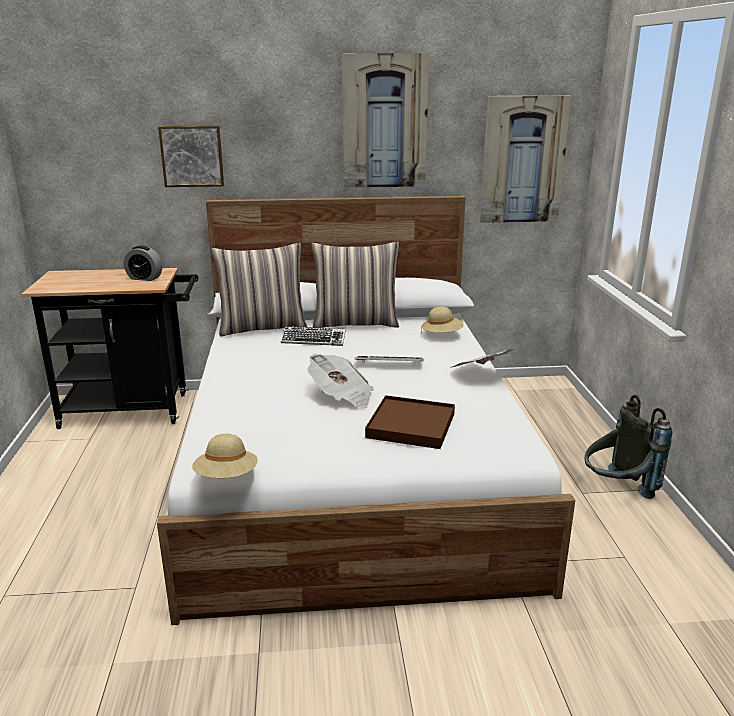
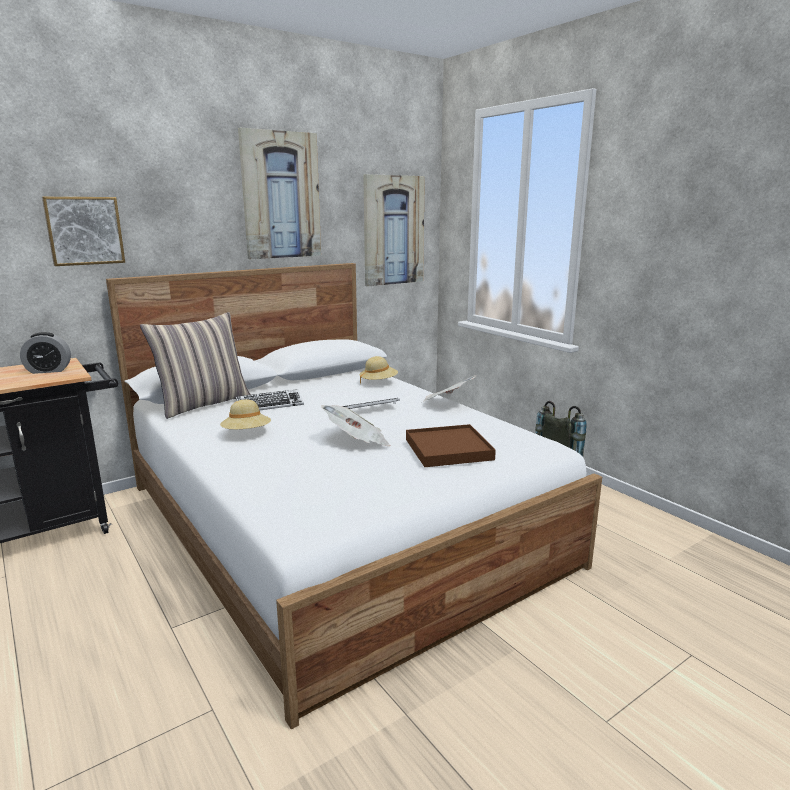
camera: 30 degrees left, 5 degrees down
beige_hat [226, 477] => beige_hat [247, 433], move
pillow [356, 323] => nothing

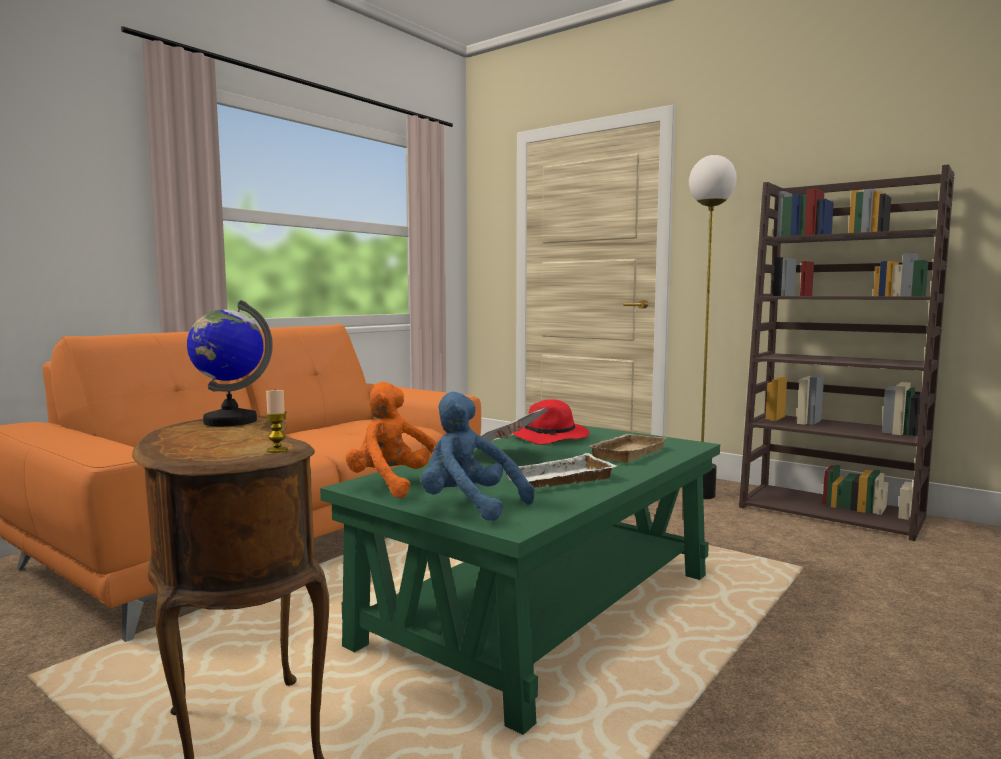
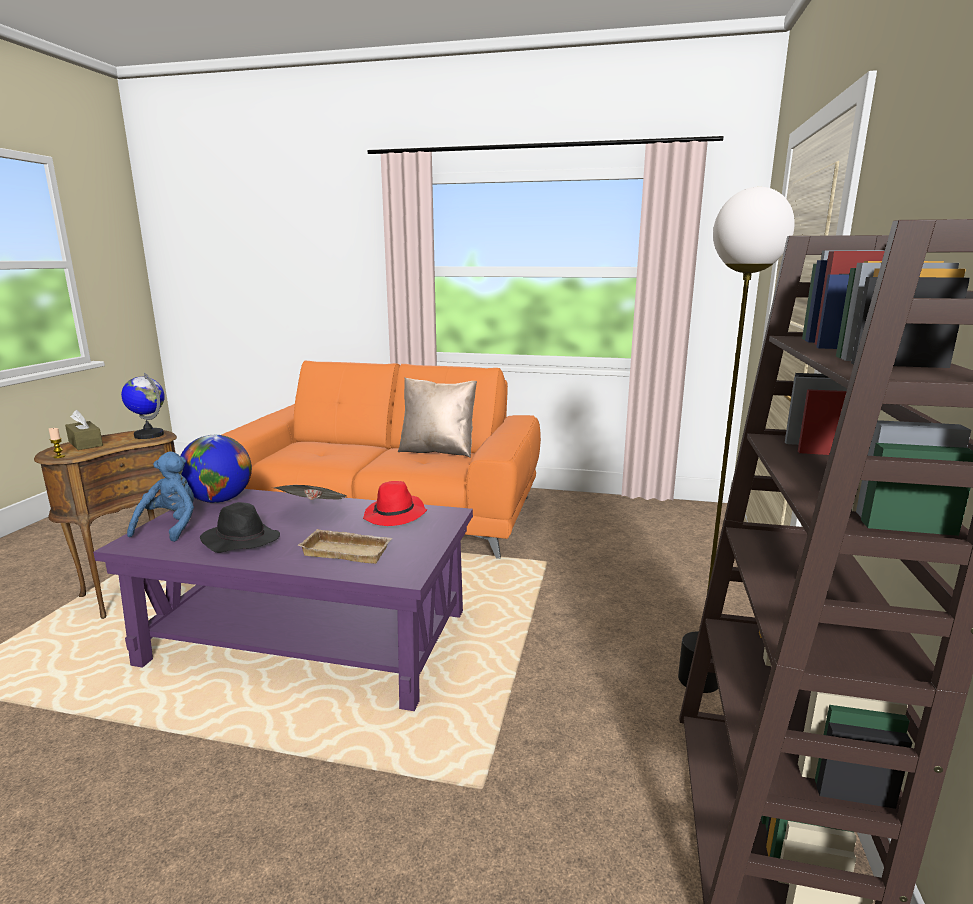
camera: 65 degrees right, 10 degrees up
green_coffee_table [544, 608] => purple_coffee_table [310, 637]
orange_plush_toy [395, 485] => globe [219, 500]
white_tray [560, 480] => black_hat [240, 541]
nothing => brown_tissue_box [85, 443]
nothing => beige_pillow [438, 451]

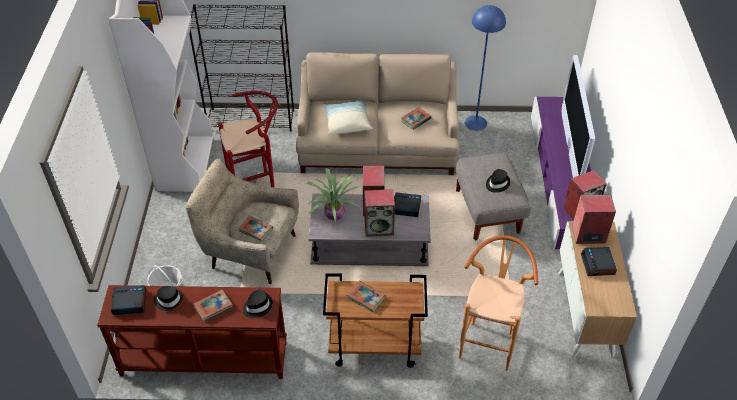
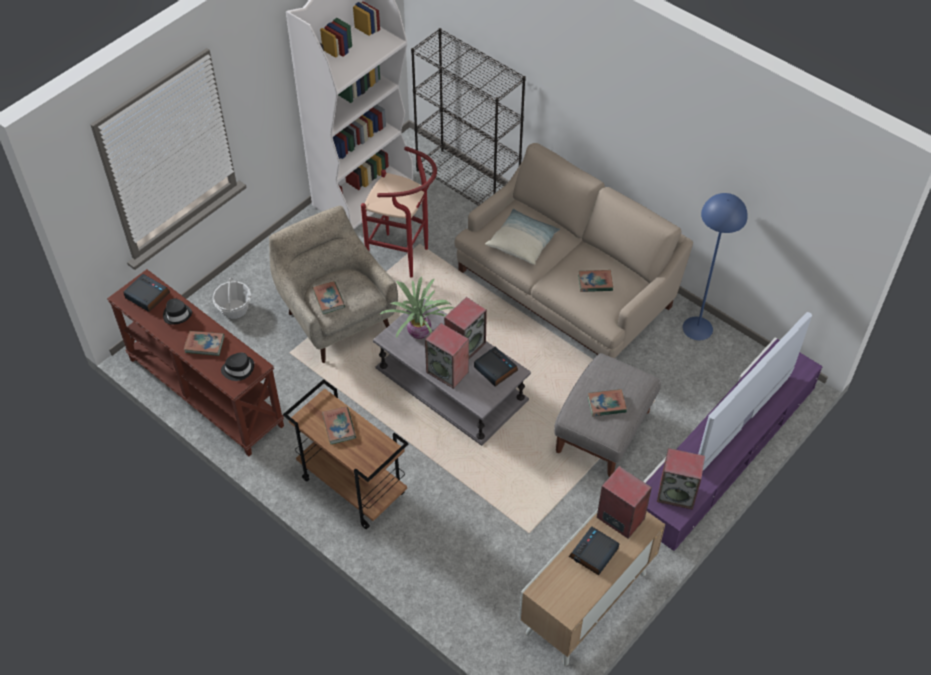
camera: 40 degrees right, 5 degrees up
brown_stool [488, 341] => nothing
black_hat [497, 183] => book [606, 404]

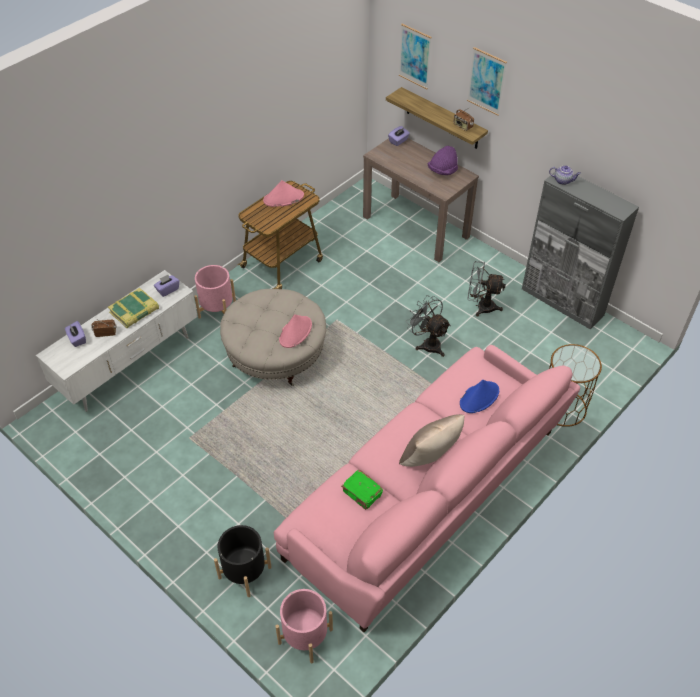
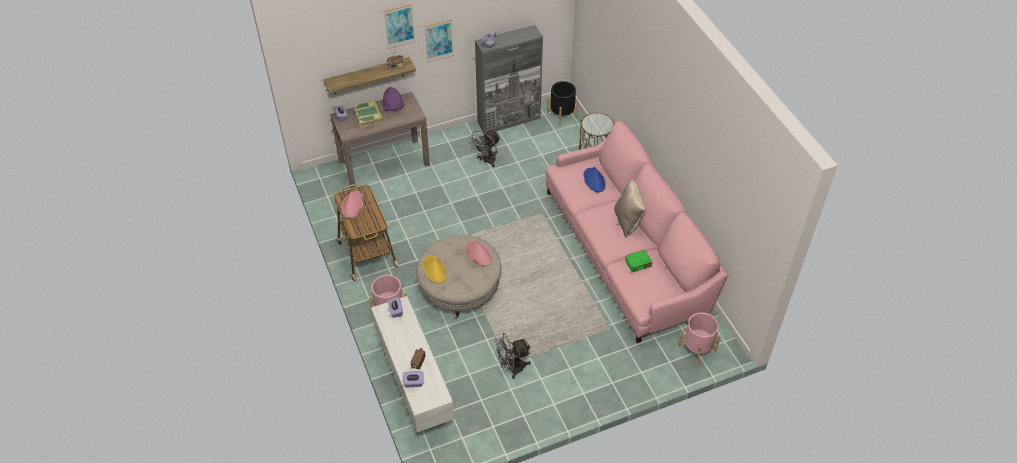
camera: 65 degrees left, 0 degrees up
book [134, 311] => book [369, 116], move
black_planter [245, 572] => black_planter [562, 114], move
picture [415, 56] => picture [438, 40], move
grey_fan [427, 343] => grey_fan [511, 368], move
nothing => yellow_hat [434, 270]

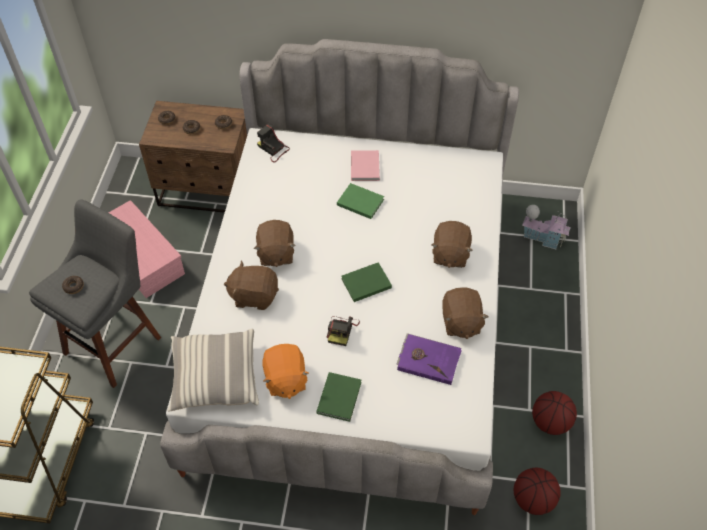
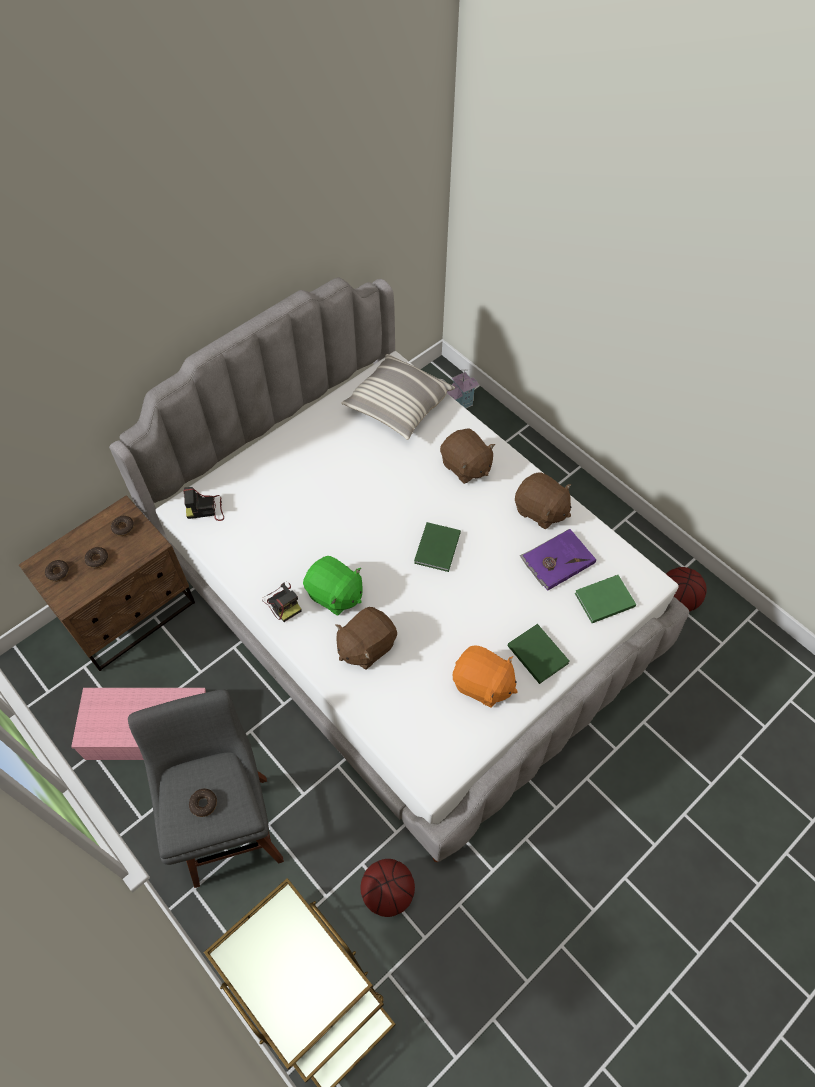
camera: 50 degrees left, 5 degrees up
pillow [215, 378] => pillow [398, 406], move
brown_plush_toy [275, 253] => green_plush_toy [334, 594]
photo_camera [342, 330] => photo_camera [282, 602], move
green_book [359, 201] => green_book [602, 600], move
pink_book [364, 168] => nothing
basketball [550, 422] => basketball [388, 892], move

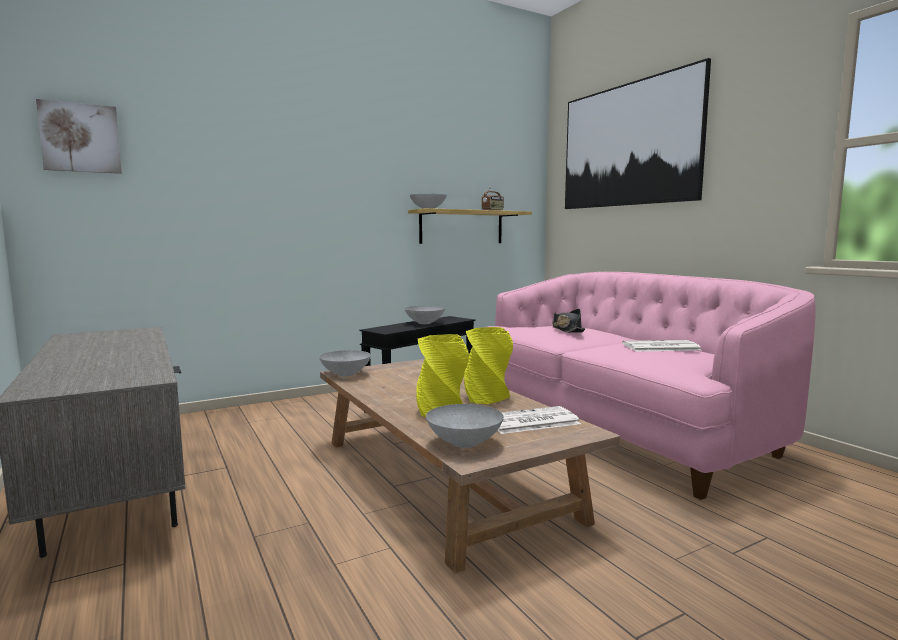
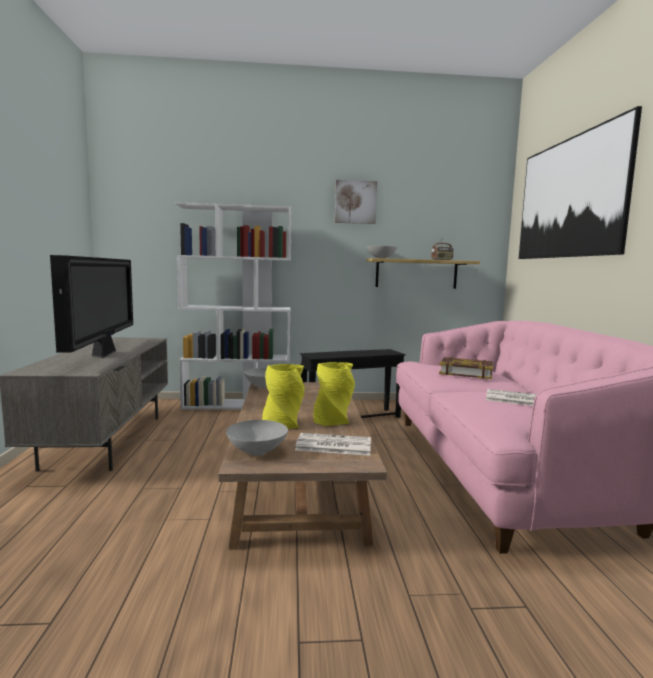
camera: 25 degrees right, 0 degrees up
picture [81, 138] => picture [355, 202], move
grey_bowl [424, 323] => nothing
black_hat [567, 330] => book [466, 372]
nothing => television [104, 353]
nothing => white_bookcase [237, 404]

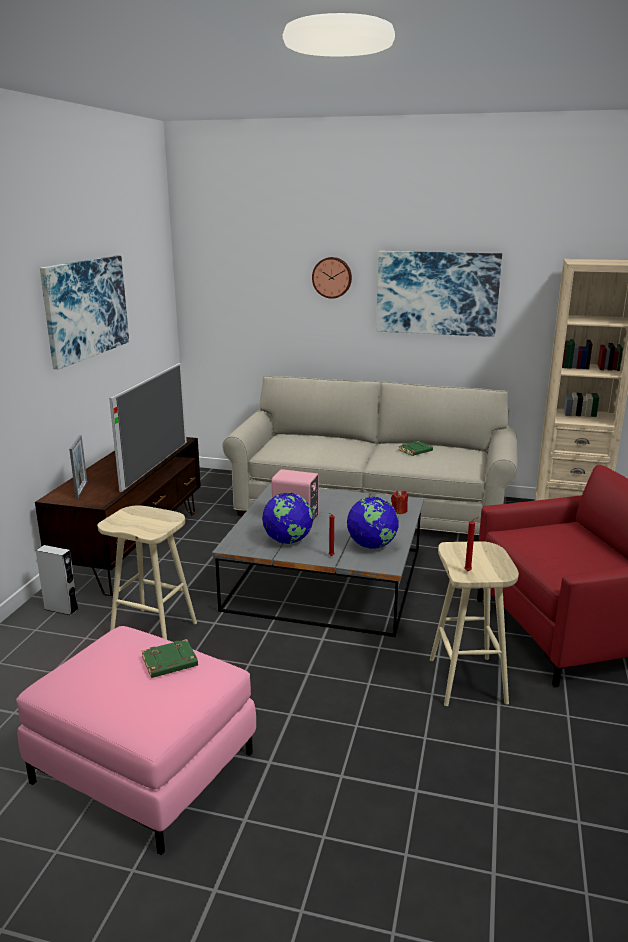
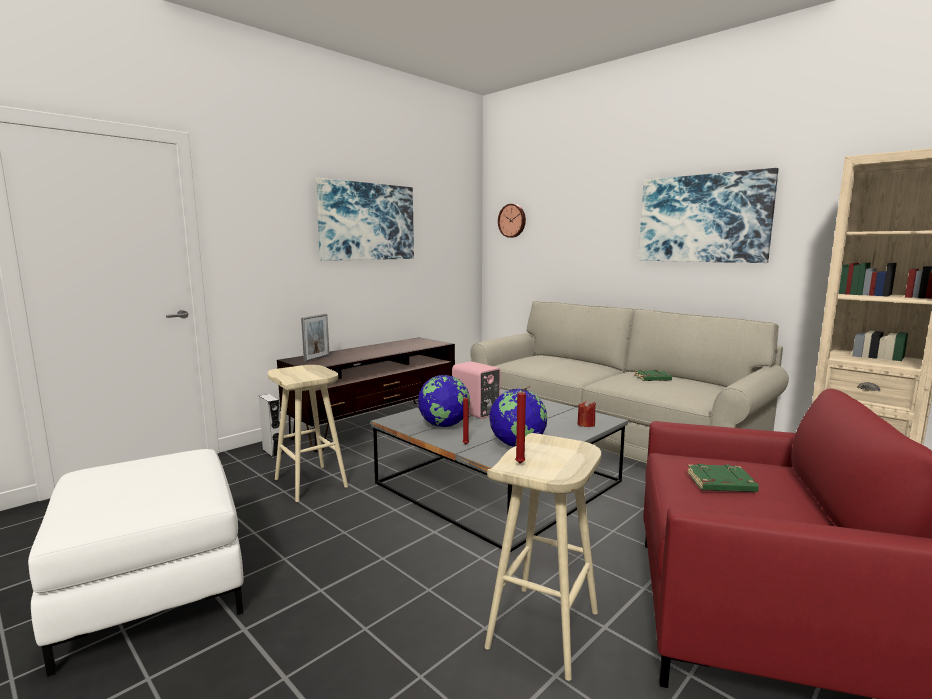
camera: 30 degrees right, 10 degrees down
pink_ottoman [143, 767] => white_ottoman [152, 588]
television [156, 464] => nothing
green_book [169, 663] => green_book [720, 484], move
wall_clock [332, 277] => wall_clock [512, 220], move

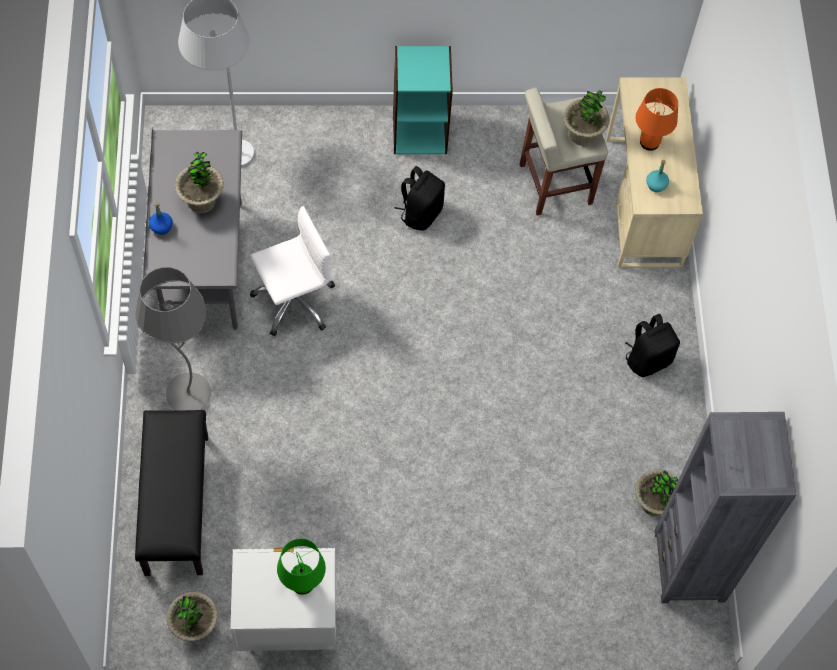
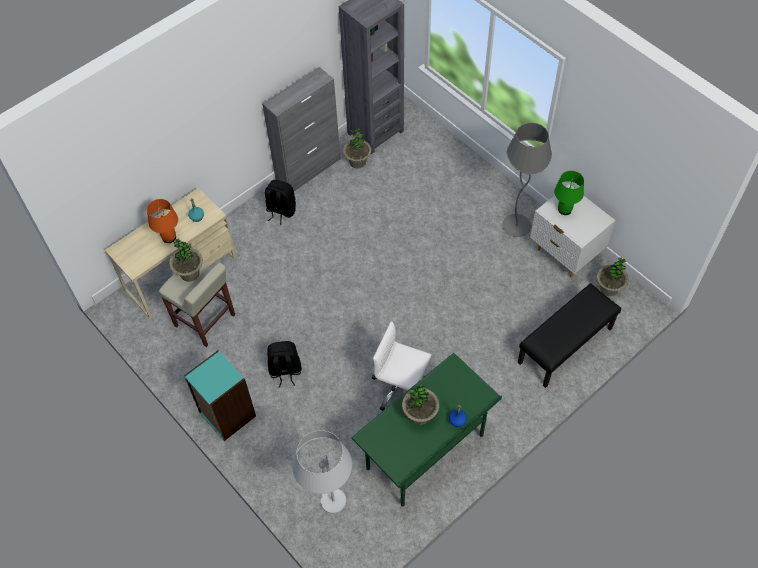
camera: 125 degrees left, 5 degrees down
grey_floor_lamp [188, 394] => grey_floor_lamp [516, 226], move
grey_desk [203, 265] => green_desk [425, 453]
nothing => grey_cabinet [309, 170]

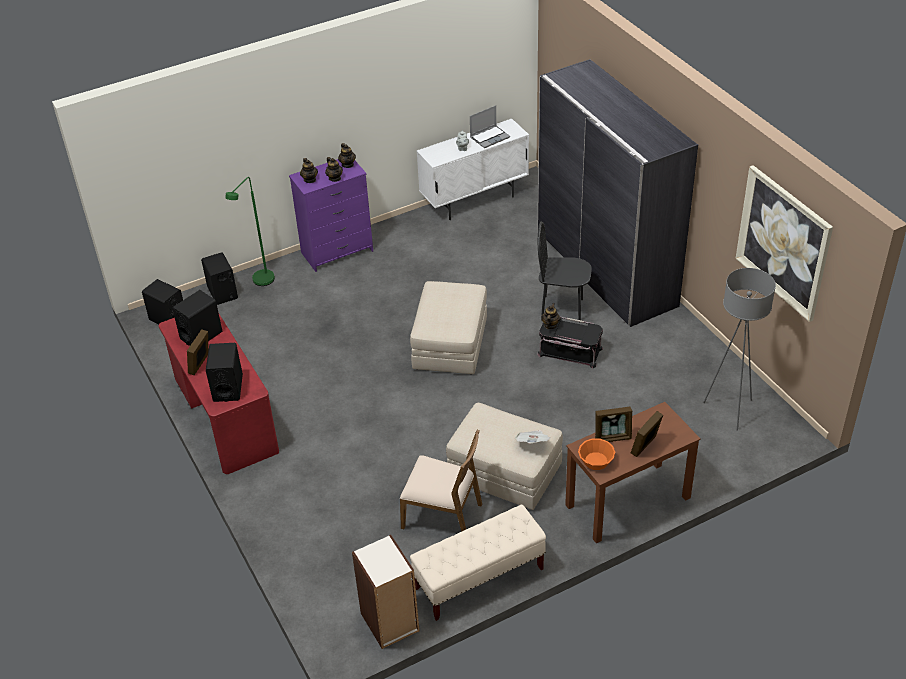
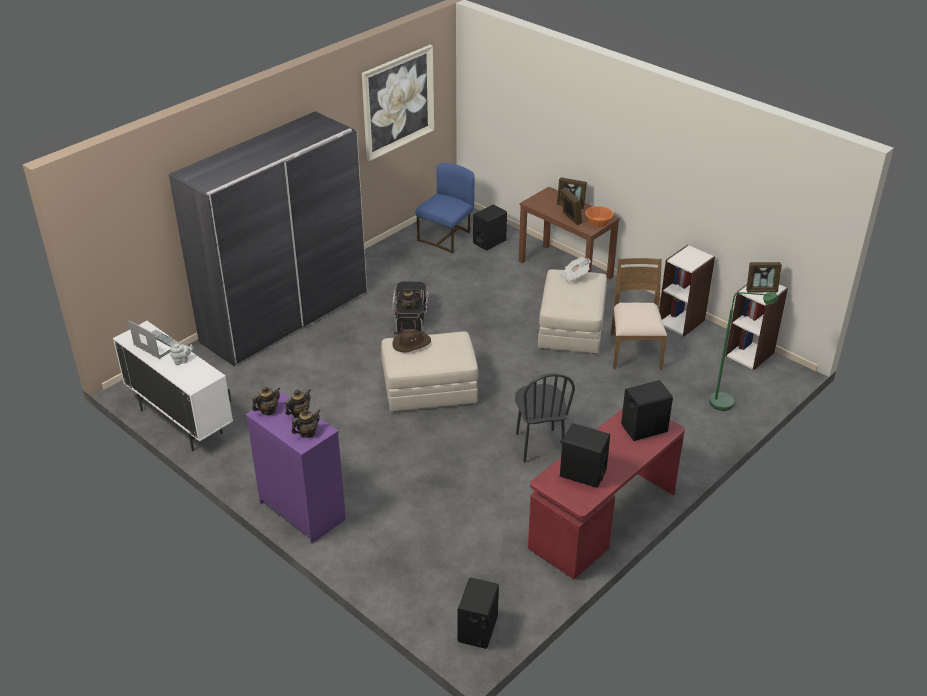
camera: 110 degrees left, 5 degrees down
picture_frame [200, 364] => picture_frame [761, 290], move
black_speaker [222, 293] => black_speaker [489, 241], move
green_floor_lamp [260, 283] => green_floor_lamp [728, 403], move
beige_bench [479, 579] => bookcase [681, 321]
black_chair [562, 309] => black_chair [539, 445], move
grey_floor_lamp [730, 410] => blue_chair [447, 237]
nothing => brown_hat [411, 343]

